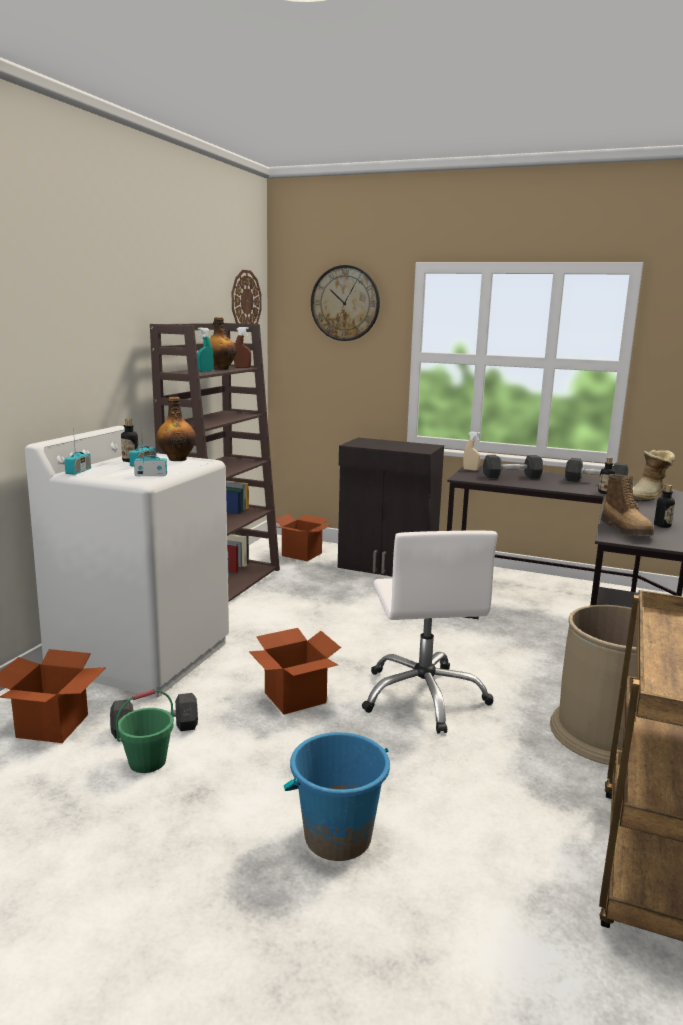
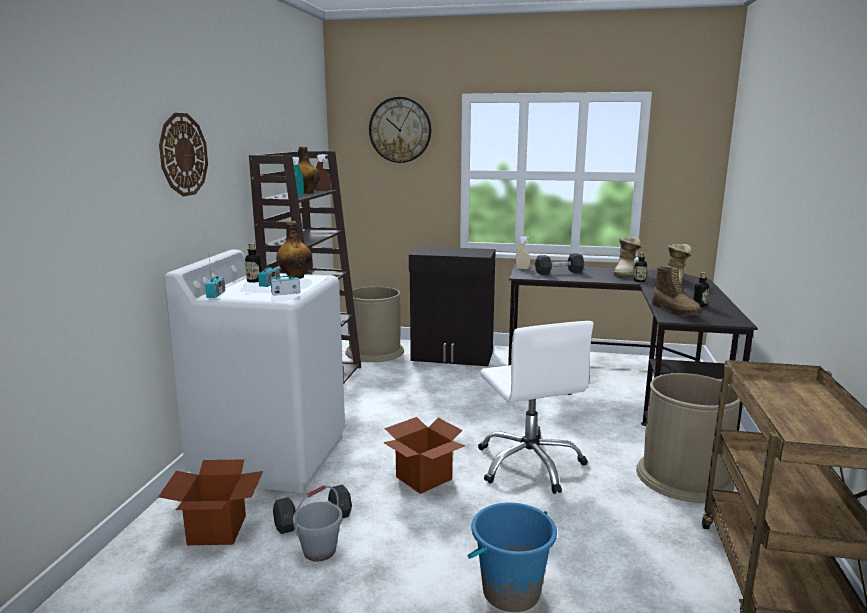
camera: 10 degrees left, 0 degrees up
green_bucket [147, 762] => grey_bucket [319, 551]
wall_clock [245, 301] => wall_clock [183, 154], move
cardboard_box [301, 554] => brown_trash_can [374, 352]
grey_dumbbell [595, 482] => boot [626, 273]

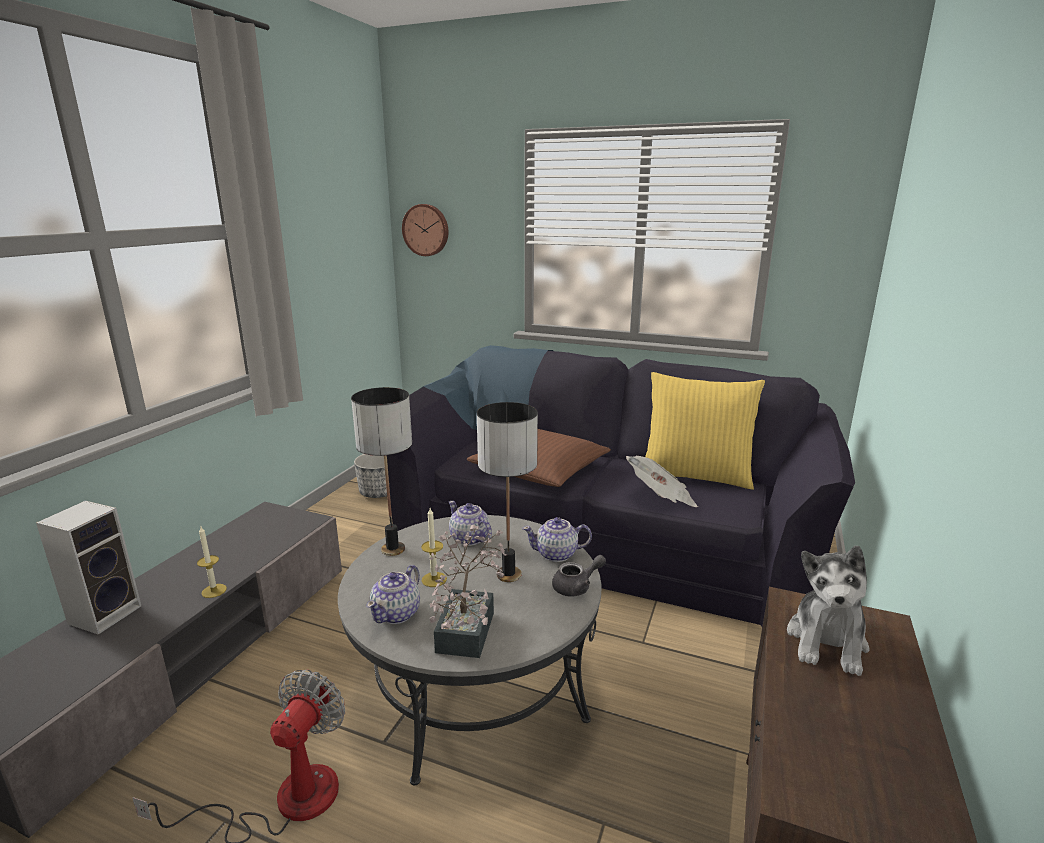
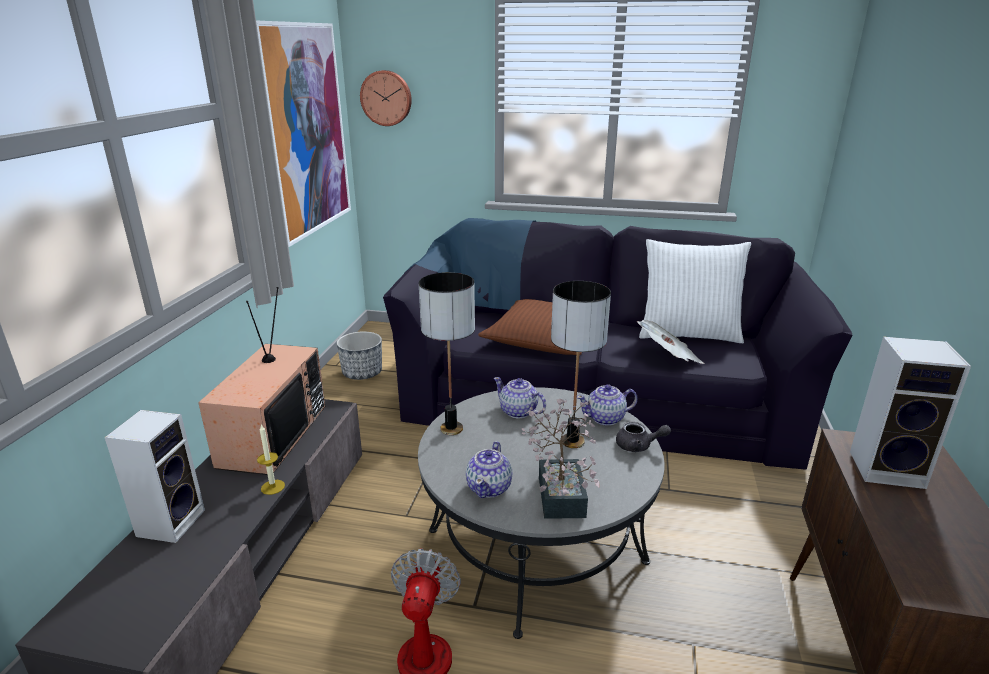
camera: 10 degrees left, 5 degrees up
candle [434, 579] => nothing
grey_teapot [577, 587] => grey_teapot [638, 446], 45 degrees clockwise
yellow_pillow [695, 475] => white_pillow [688, 334]
plush_toy [827, 642] => speaker [889, 469]
nothing => television [272, 434]
nothing => picture [305, 131]

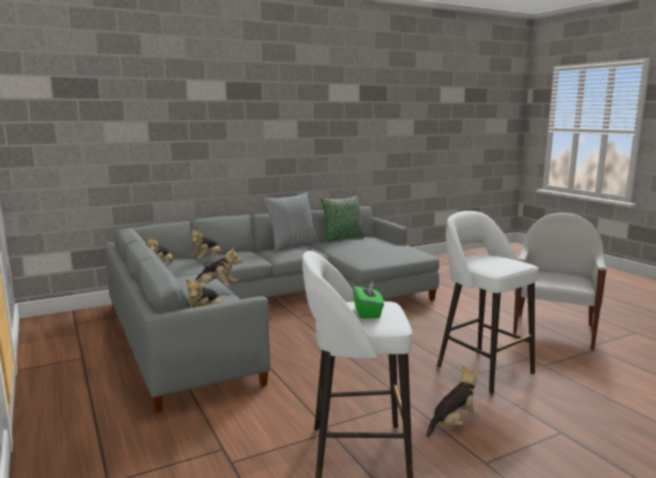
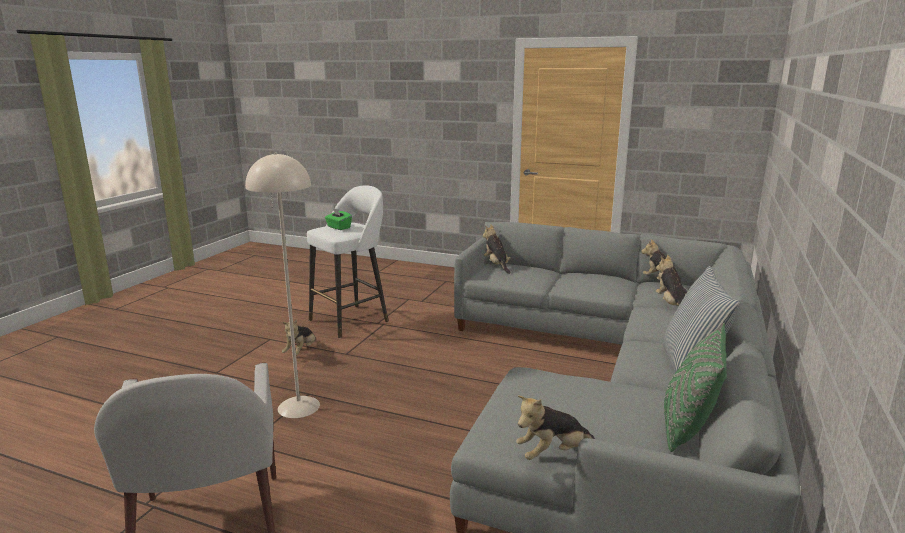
camera: 140 degrees right, 5 degrees up
plush_toy [217, 287] => plush_toy [552, 453], move
white_stool [482, 369] => beige_floor_lamp [299, 407]

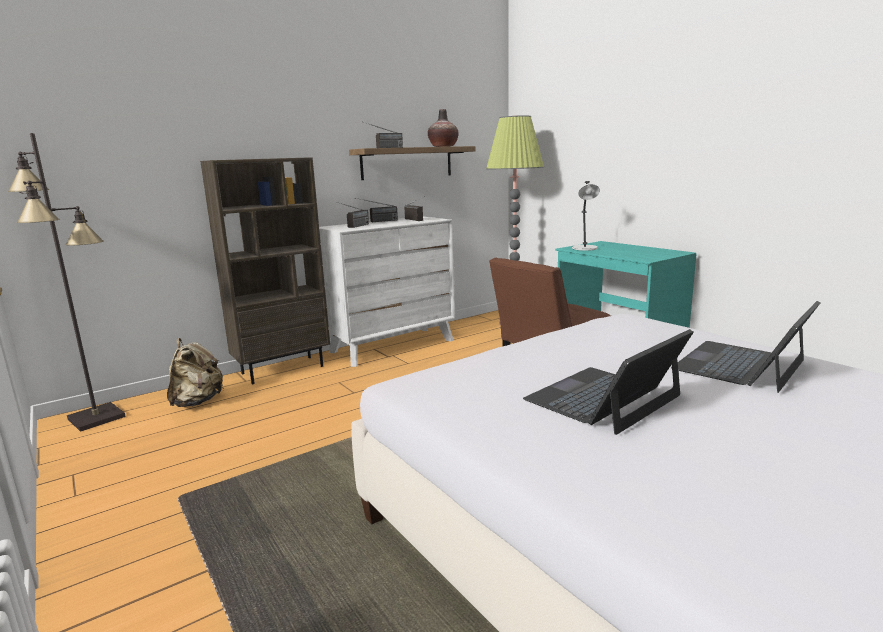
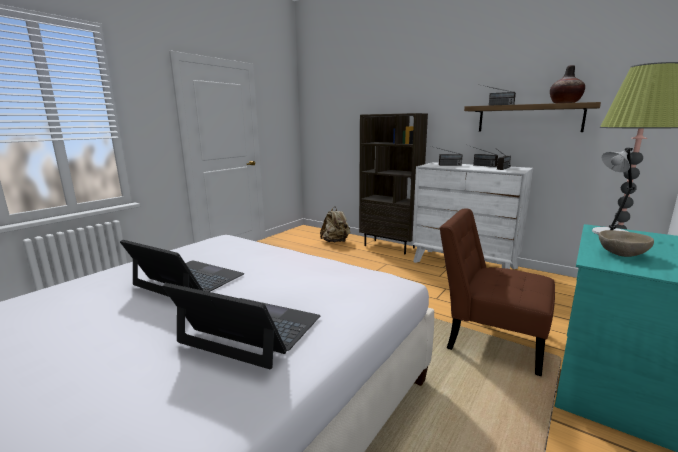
camera: 70 degrees right, 0 degrees up
black_floor_lamp [97, 417] => nothing
nothing => beige_bowl [621, 254]

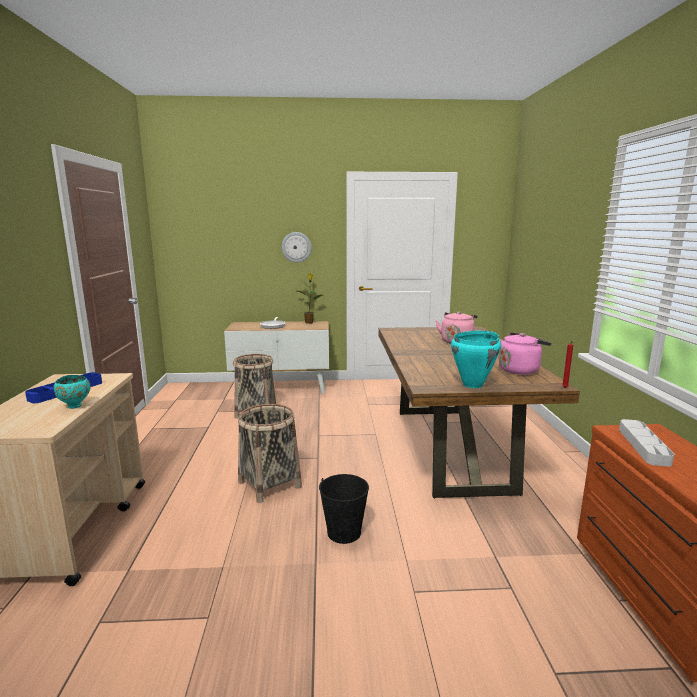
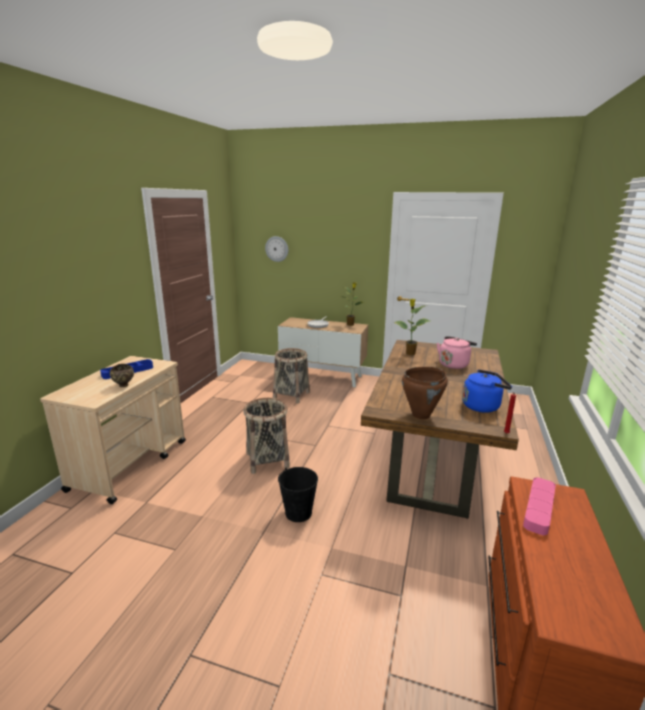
camera: 20 degrees right, 5 degrees up
turquoise_bowl [75, 406] => brown_bowl [124, 385]
wall_clock [296, 247] => wall_clock [277, 249], move
turquoise_cooking_pot [473, 385] => brown_cooking_pot [421, 415]
pink_kettle [520, 370] => blue_kettle [483, 406]
grey_tray [643, 445] => pink_tray [539, 508]
nothing => potted_plant [410, 353]

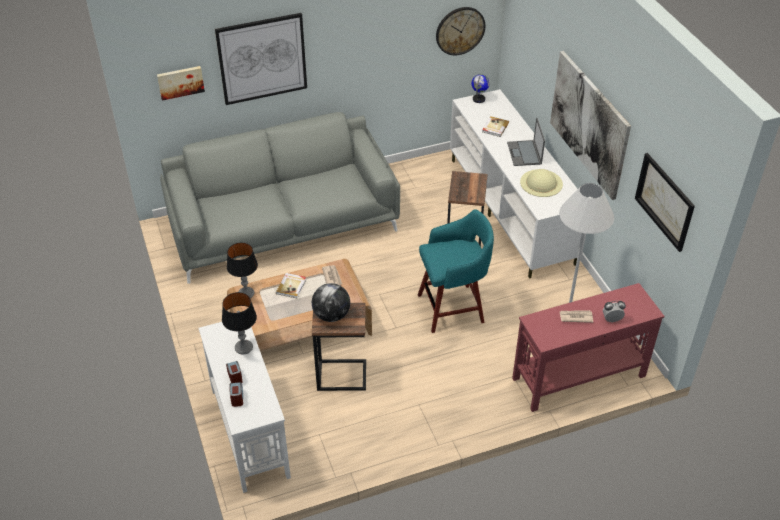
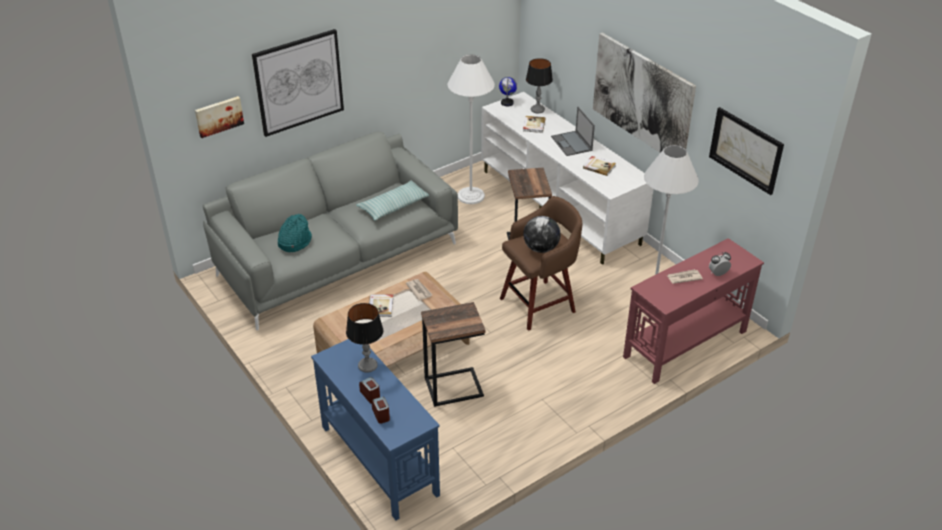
camera: 15 degrees left, 5 degrees down
white_console_table [250, 431] => blue_console_table [379, 459]
table_lamp [246, 293] => table_lamp [537, 109], move
globe [331, 315] => globe [541, 249], move
turquoise_stool [453, 308] => brown_stool [539, 304]
wall_clock [460, 30] => nothing
beige_hat [541, 183] => book [599, 167]
nothing => turquoise_hat [294, 242]
nothing => pillow [394, 206]
nothing => white_floor_lamp [471, 196]

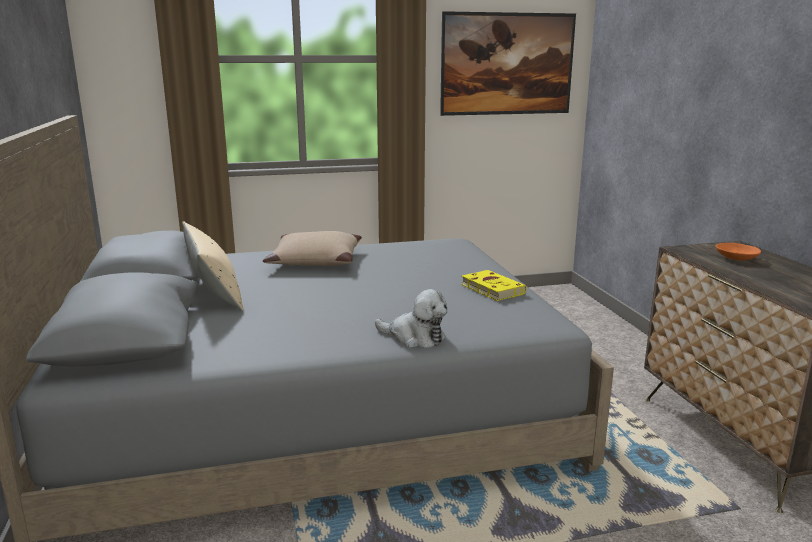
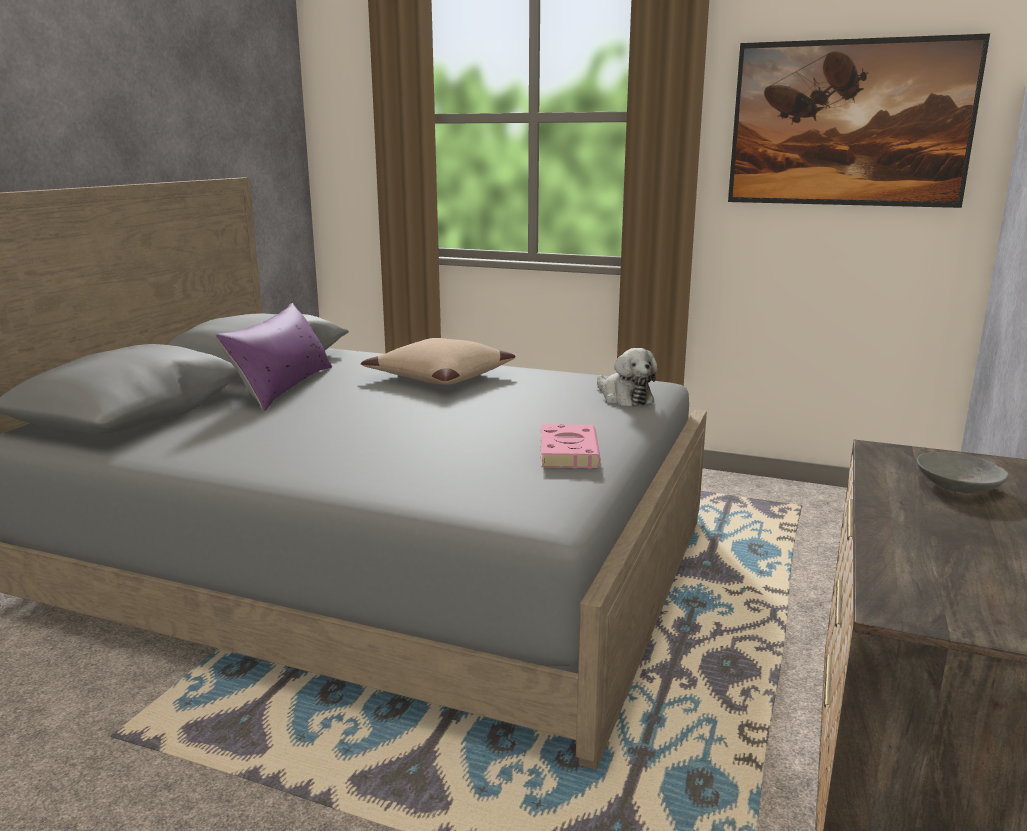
camera: 35 degrees right, 0 degrees up
beige_pillow [213, 291] => purple_pillow [282, 386]
plush_toy [414, 337] => plush_toy [624, 398], move
yellow_book [491, 289] => pink_book [568, 451]
orange_bowl [737, 258] => grey_bowl [959, 486]

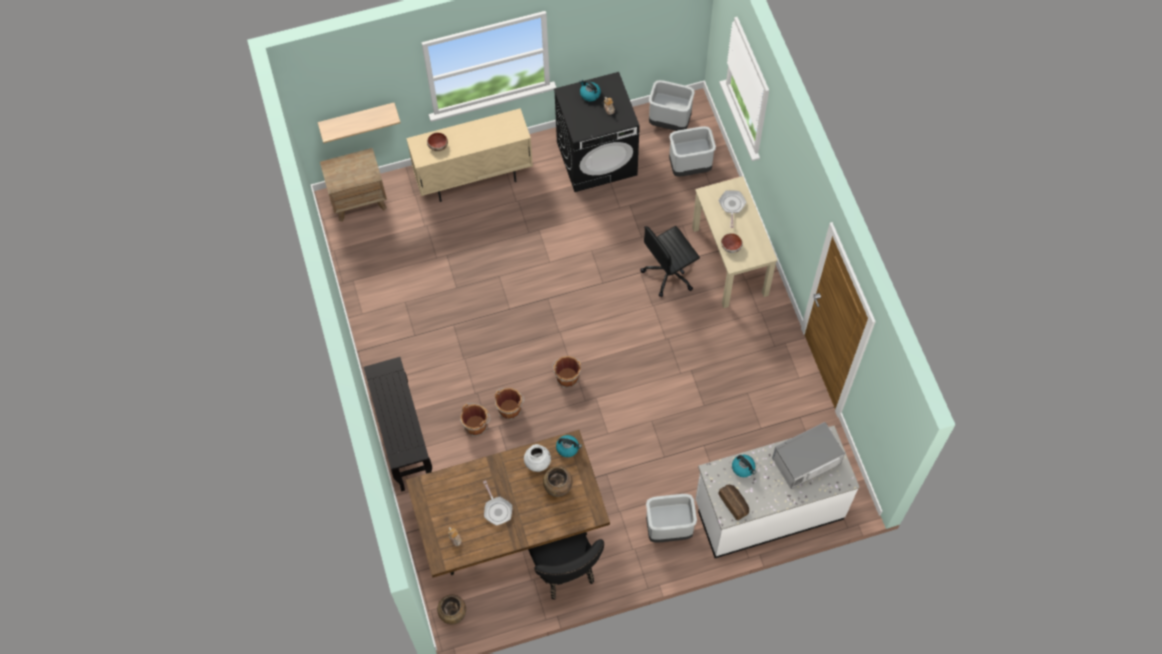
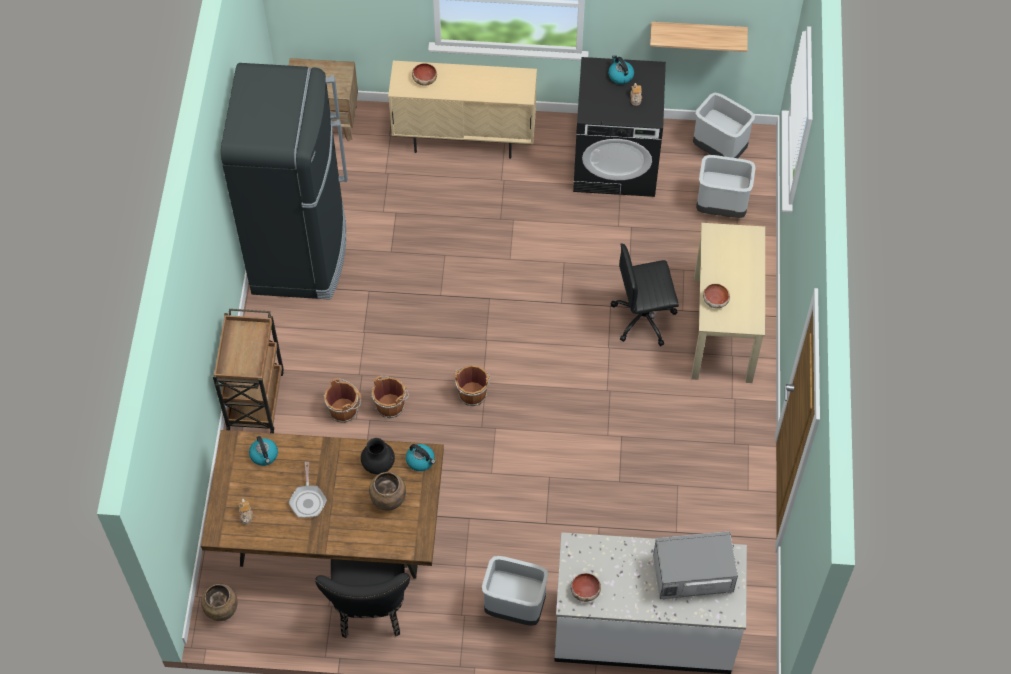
camera: 20 degrees right, 5 degrees down
shelf [357, 118] => shelf [698, 33], move
black_console_table [404, 441] => brown_cart [255, 399]
white_vase [538, 463] => black_vase [378, 465]
frying_pan [732, 206] => nothing
bread [734, 503] => bowl [584, 591]
kettle [743, 468] => kettle [264, 455], move
nothing => black_fridge [300, 252]

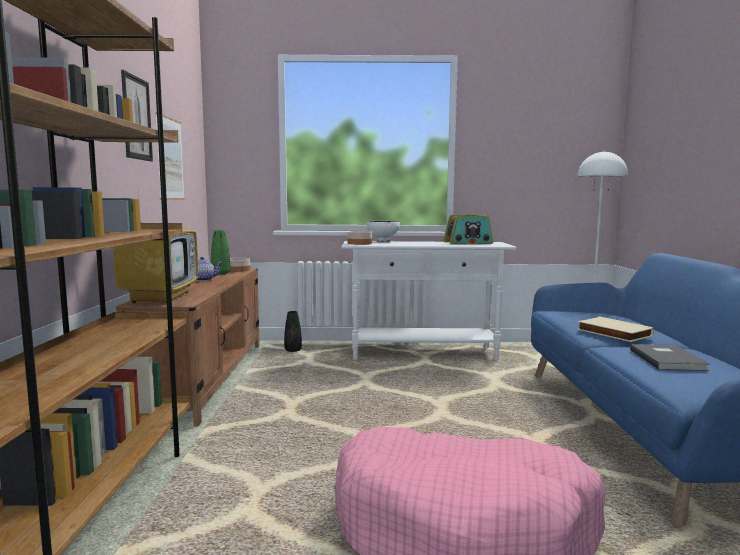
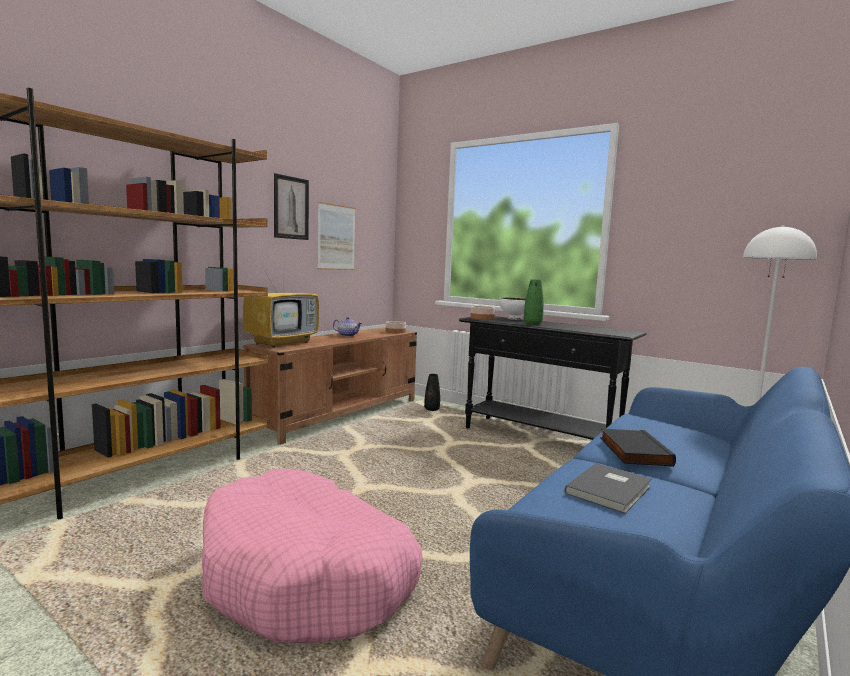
camera: 35 degrees right, 0 degrees up
green_vase [221, 273] => green_vase [532, 323], move
white_console_table [424, 354] => black_console_table [540, 439]
radio [468, 243] => nothing
beige_book [612, 333] => black_book [632, 451]

